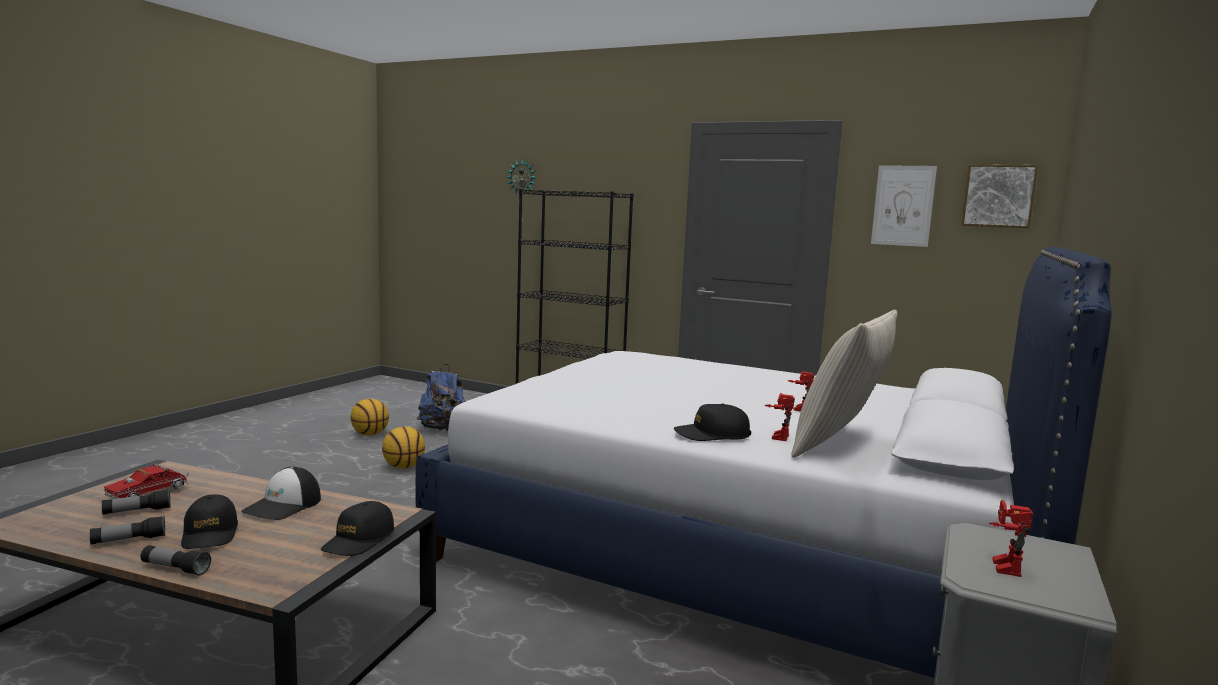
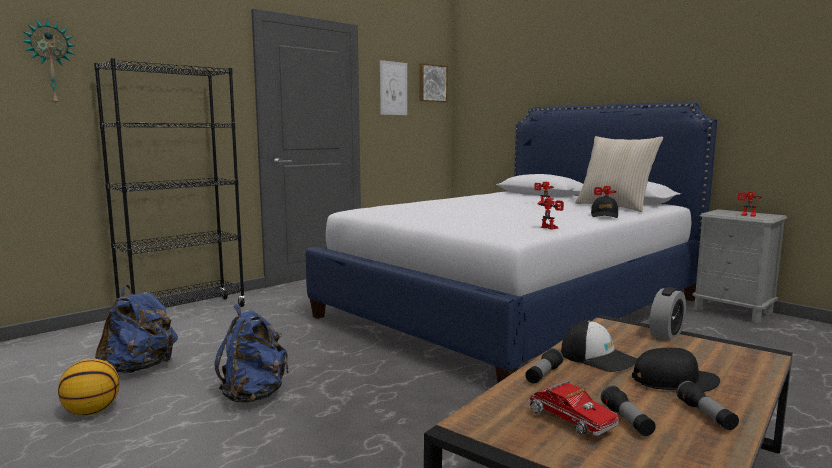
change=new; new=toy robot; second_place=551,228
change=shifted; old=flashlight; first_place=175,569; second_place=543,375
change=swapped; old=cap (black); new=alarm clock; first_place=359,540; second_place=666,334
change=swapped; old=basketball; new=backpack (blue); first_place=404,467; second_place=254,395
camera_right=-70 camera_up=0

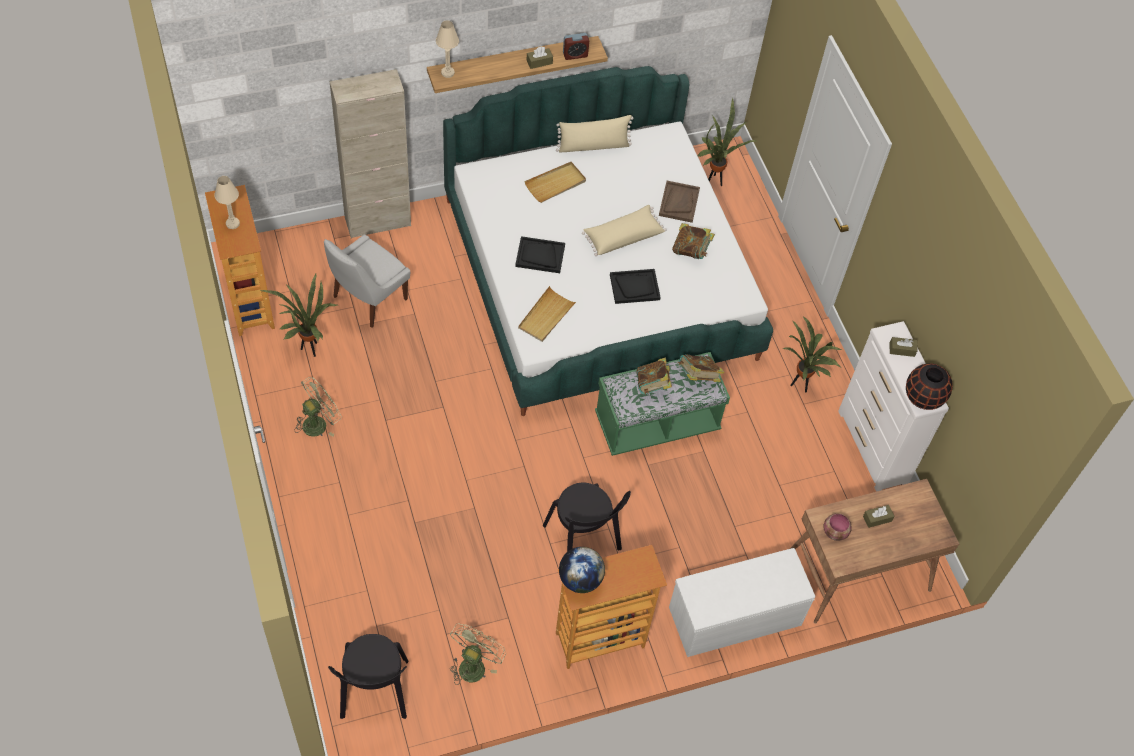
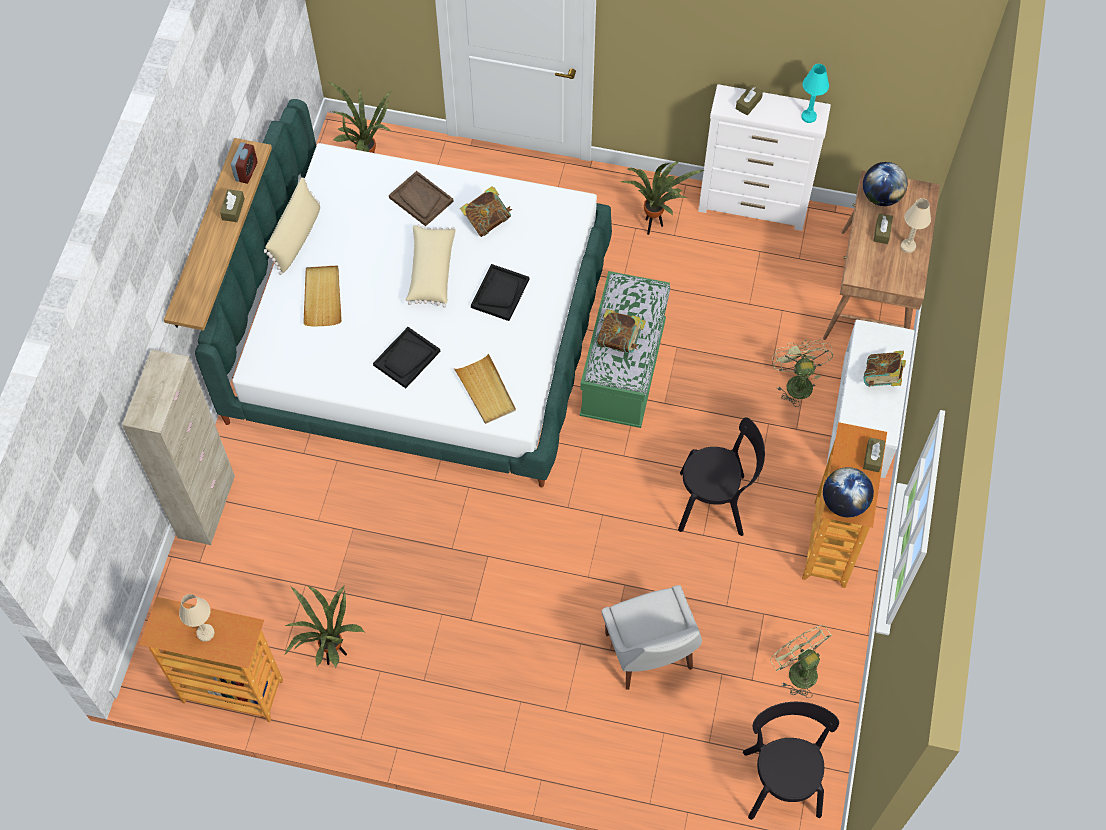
change=gone; old=bowl; first_place=835,533
change=new; new=globe; second_place=881,196
change=new; new=tissue box (brown); second_place=873,457
change=shifted; old=fan (green); first_place=318,422; second_place=796,382
change=shifted; old=chair (white); first_place=368,299; second_place=650,654
change=shifted; old=table lamp (beige); first_place=447,73; second_place=908,246
change=shifted; old=book; first_place=698,376; second_place=882,378
change=swapped; old=vase (black); new=table lamp (turquoise); first_place=923,397; second_place=808,117
change=rotated; old=chair (black); first_place=374,693; second_place=781,778; degrees=-120
camera_right=-55 camera_up=5

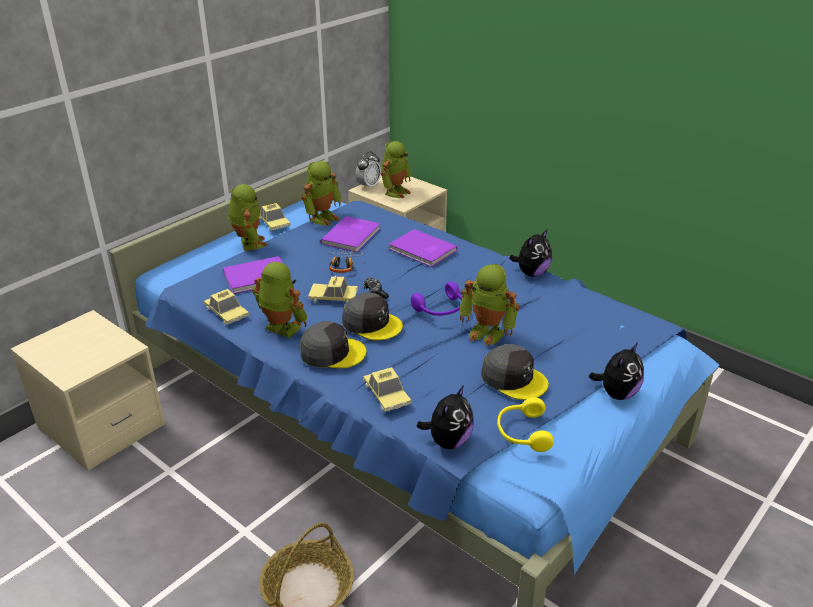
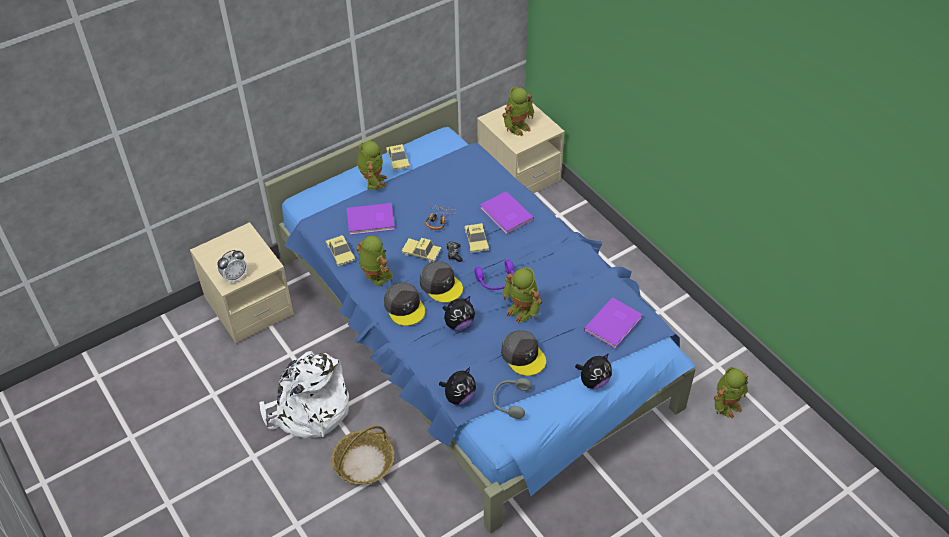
change=new; new=backpack (white); second_place=309,410
change=shifted; old=toy robot; first_place=322,218; second_place=726,404
change=shifted; old=book (purple); first_place=353,236; second_place=614,324
change=shifted; old=alarm clock; first_place=368,186; second_place=235,277
change=shifted; old=toy car; first_place=386,394; second_place=476,240
change=shifted; old=plush toy; first_place=531,273; second_place=458,324
change=repainted; old=headphones (yellow); new=headphones (grey); first_place=522,432; second_place=510,401
change=rotated; old=cap (grey); first_place=332,352; second_place=404,307; degrees=45
camera_right=15 camera_up=15

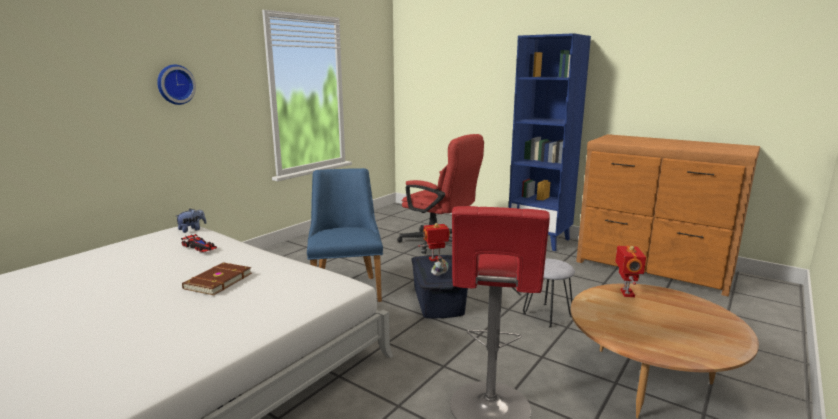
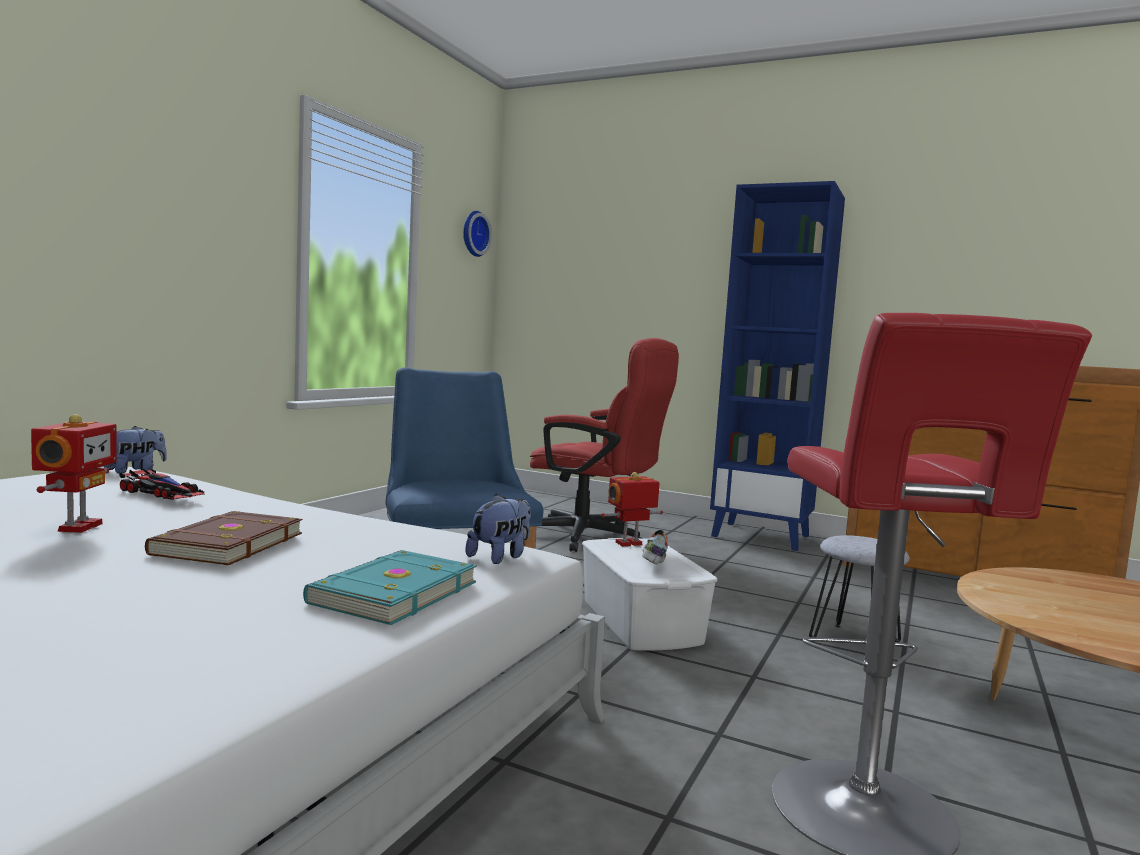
change=new; new=book (turquoise); second_place=391,592
change=new; new=plush toy; second_place=500,557
change=shifted; old=wall clock; first_place=175,84; second_place=473,233
change=shifted; old=toy robot; first_place=626,293; second_place=77,527
change=repainted; old=storage box (blue); new=storage box (white); first_place=437,300; second_place=640,622
camera_right=-10 camera_up=-10

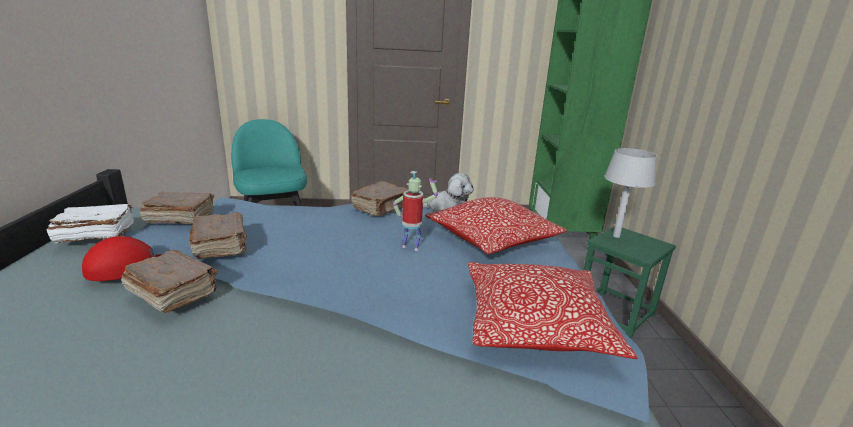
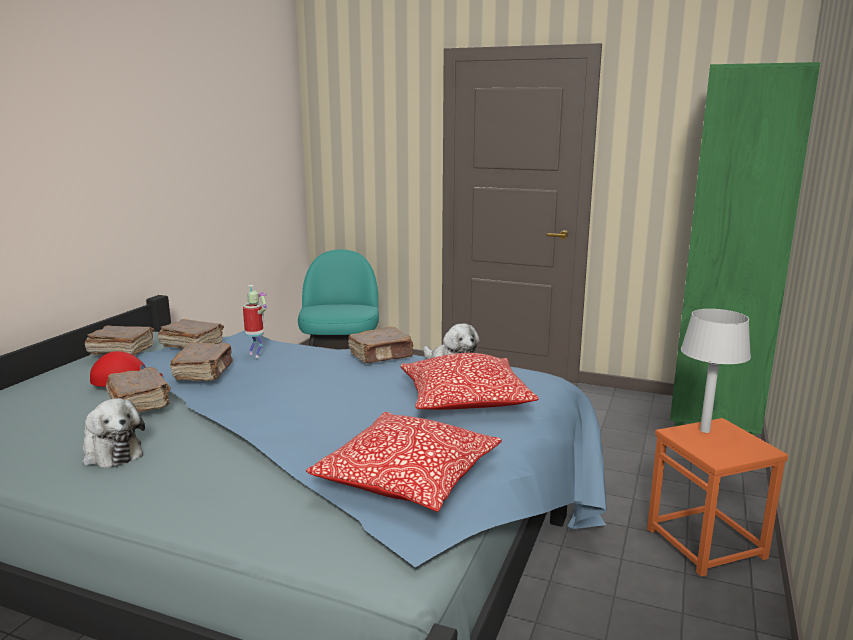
change=new; new=plush toy; second_place=110,452
change=shifted; old=toy robot; first_place=411,247; second_place=256,355
change=repainted; old=book (white); new=book (brown); first_place=95,234; second_place=121,351
change=repainted; old=stool (green); new=stool (orange); first_place=615,313; second_place=706,543
camera_right=25 camera_up=-5

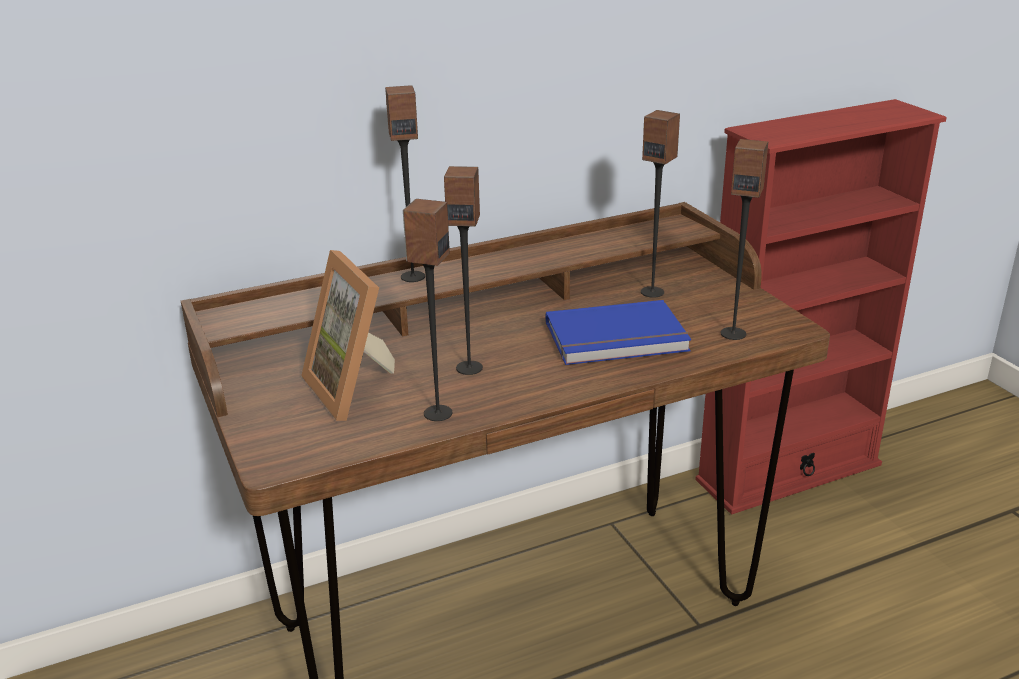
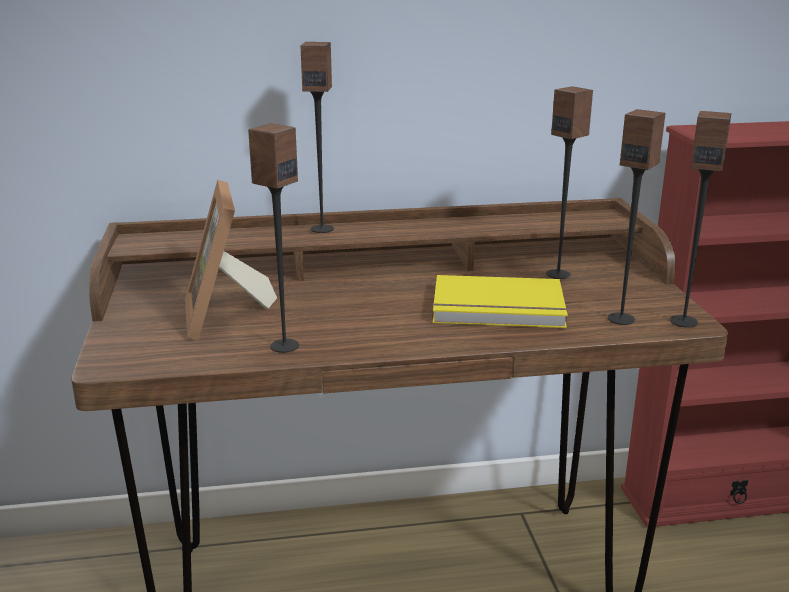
change=shifted; old=speaker; first_place=469,367; second_place=684,321
change=repainted; old=book (blue); new=book (yellow); first_place=617,339; second_place=499,308
camera_right=15 camera_up=-5

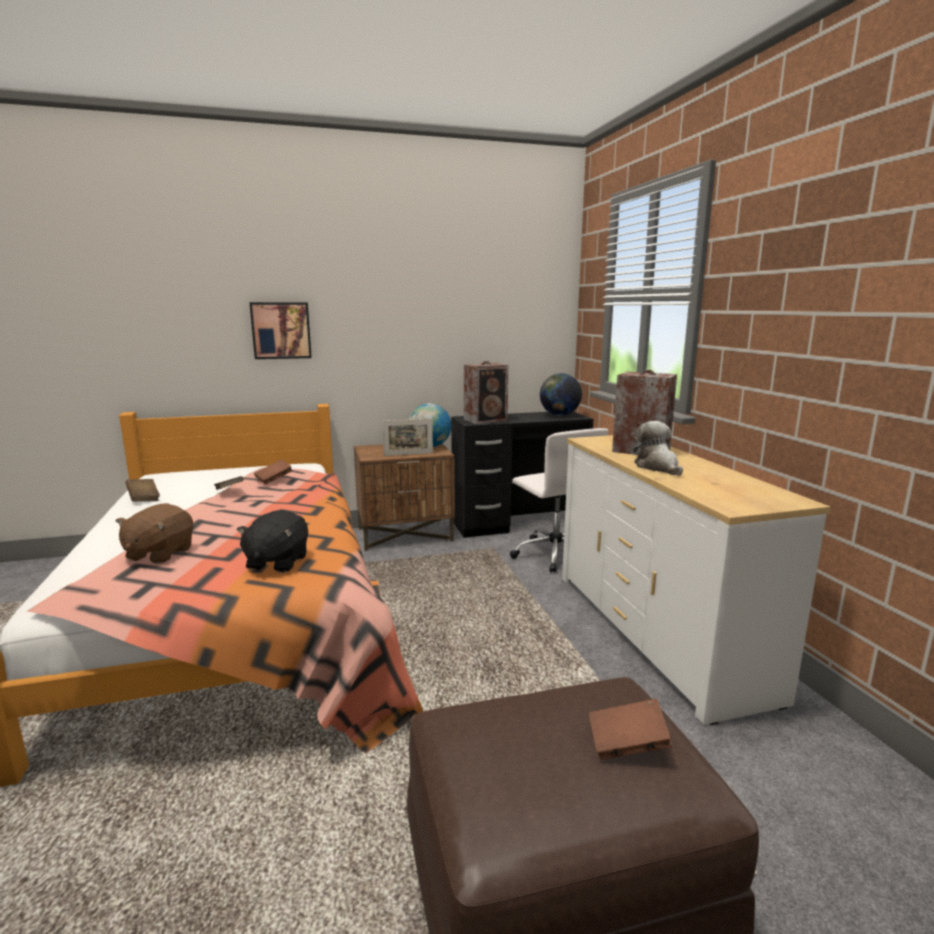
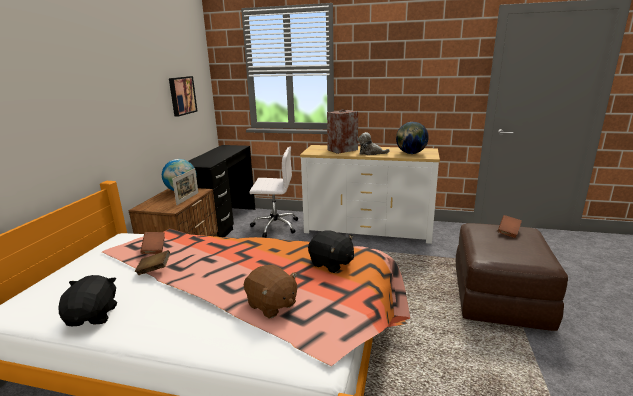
change=gone; old=speaker; first_place=486,420
change=shifted; old=picture; first_place=281,330; second_place=181,95
change=shifted; old=globe; first_place=559,415; second_place=411,153
change=swapped; old=book (brown); new=plush toy (black); first_place=144,499; second_place=94,316
camera_right=-60 camera_up=5

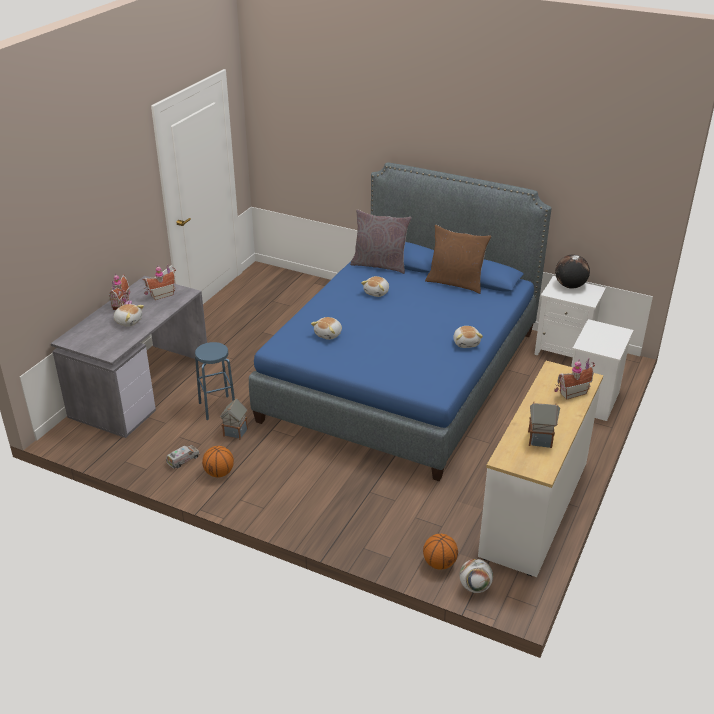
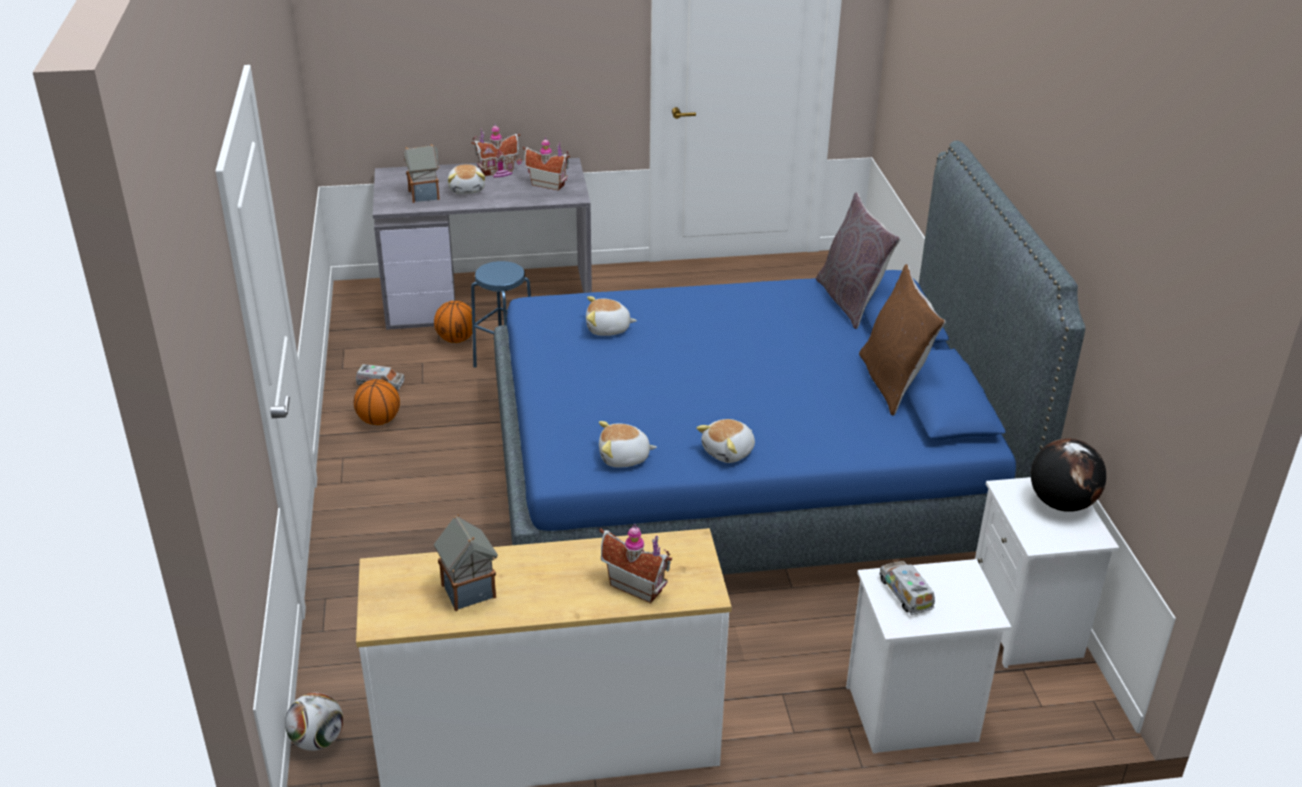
change=new; new=toy truck; second_place=905,594
change=shifted; old=toy house; first_place=235,432; second_place=425,195
change=shifted; old=plush toy; first_place=377,292; second_place=624,458
change=shifted; old=basketball; first_place=439,564; second_place=456,339
camera_right=55 camera_up=0

